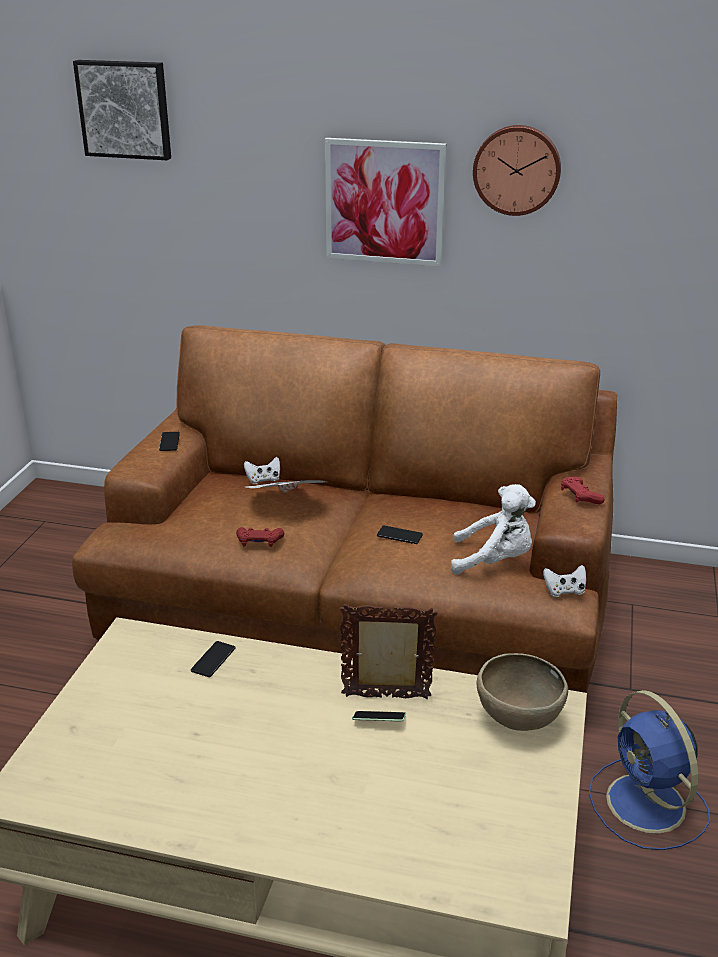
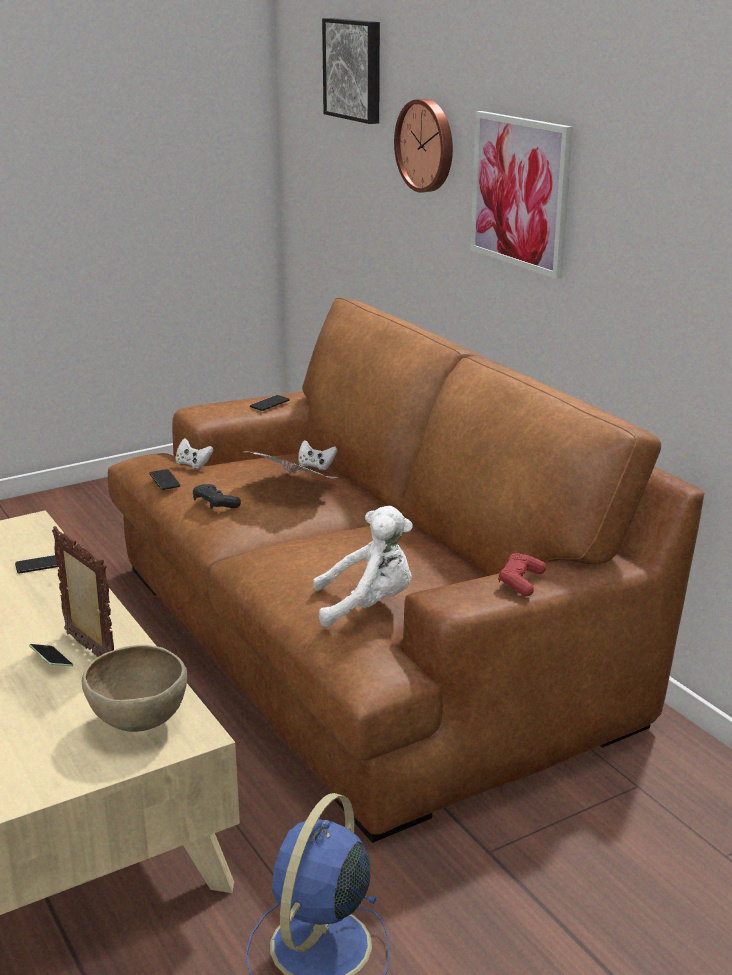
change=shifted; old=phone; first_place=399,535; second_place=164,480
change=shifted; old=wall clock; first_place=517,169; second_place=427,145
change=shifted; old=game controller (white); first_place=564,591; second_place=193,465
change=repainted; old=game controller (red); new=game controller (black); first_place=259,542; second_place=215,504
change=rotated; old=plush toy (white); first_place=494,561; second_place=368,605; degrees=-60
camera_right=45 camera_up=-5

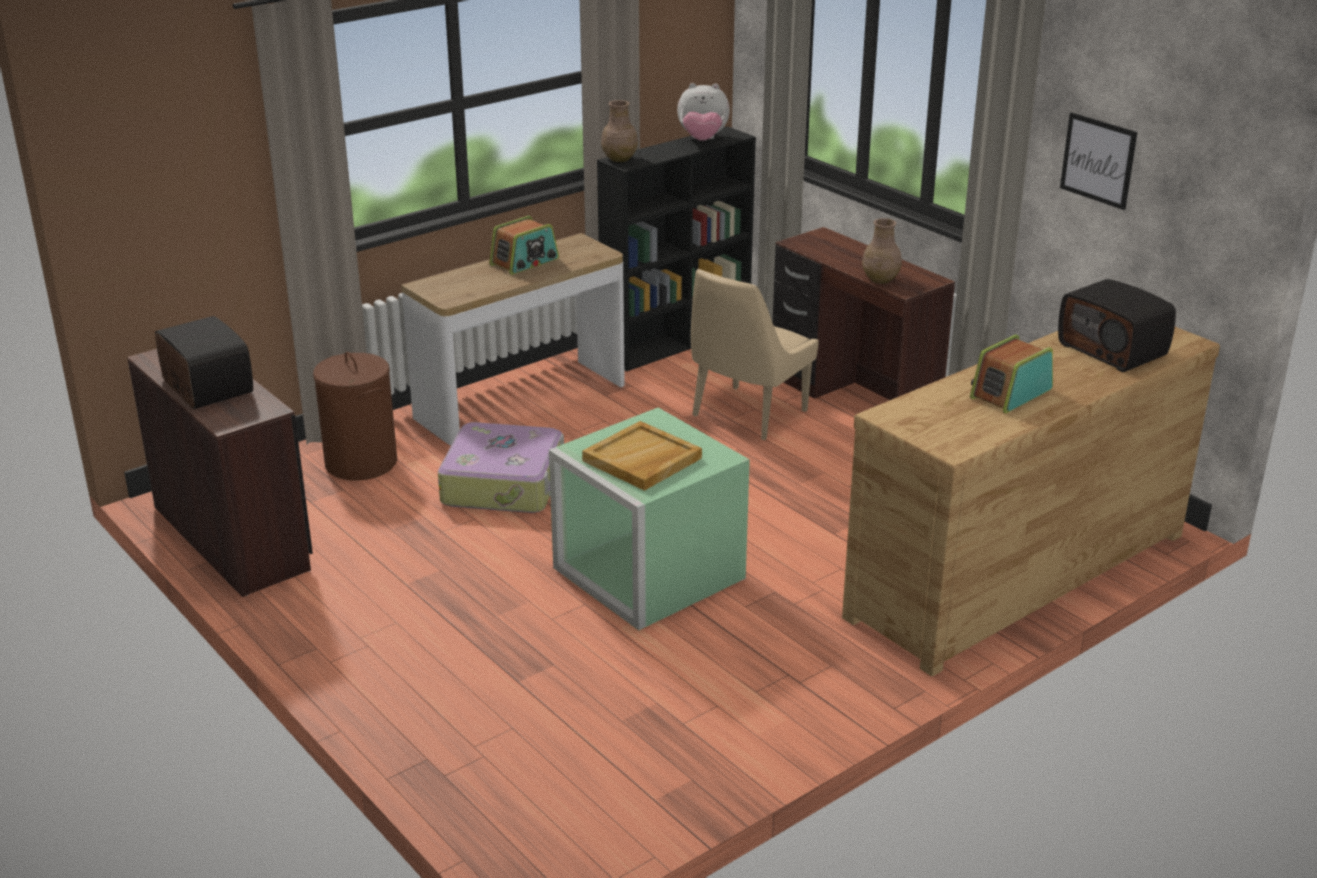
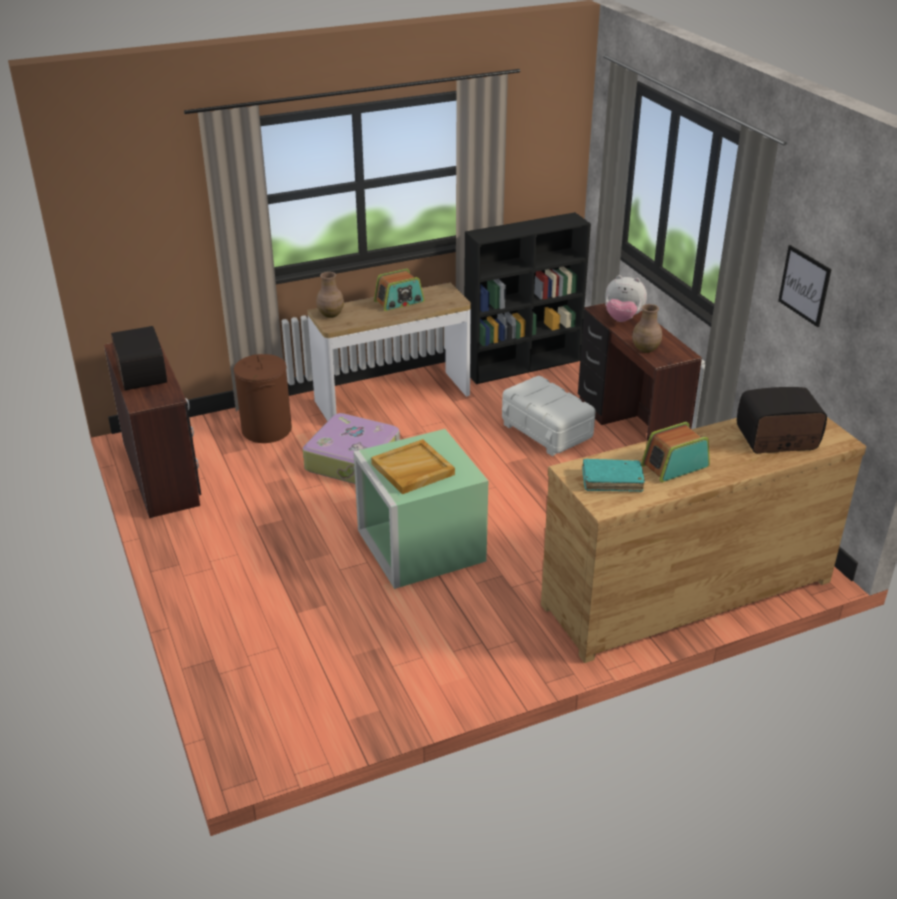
change=new; new=book (turquoise); second_place=612,480
change=shifted; old=vase (brown); first_place=619,159; second_place=330,314
change=shifted; old=plush toy; first_place=702,140; second_place=622,319
change=swapped; old=chair (beige); new=storage box (white); first_place=746,415; second_place=546,431
change=rotated; old=radio; first_place=1113,350; second_place=776,439; degrees=105
camera_right=15 camera_up=5

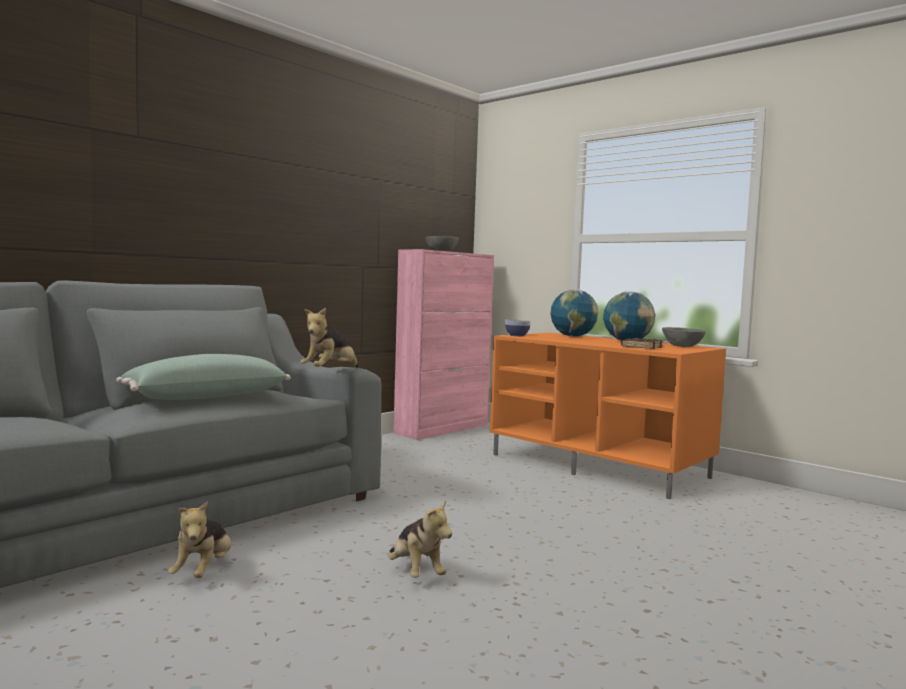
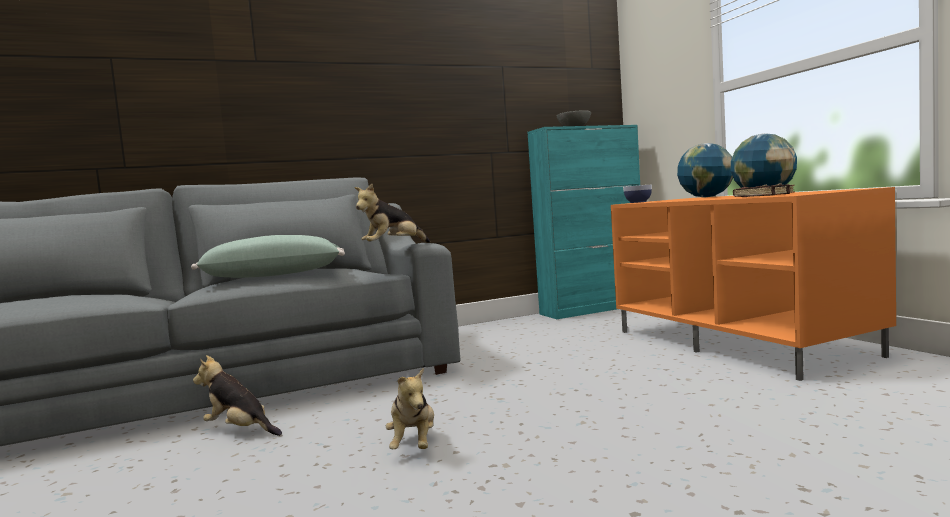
change=gone; old=bowl (grey); first_place=682,346
change=repainted; old=cabinet (pink); new=cabinet (turquoise); first_place=443,429; second_place=594,309
change=rotated; old=plush toy; first_place=203,571; second_place=240,430; degrees=90
camera_right=25 camera_up=0

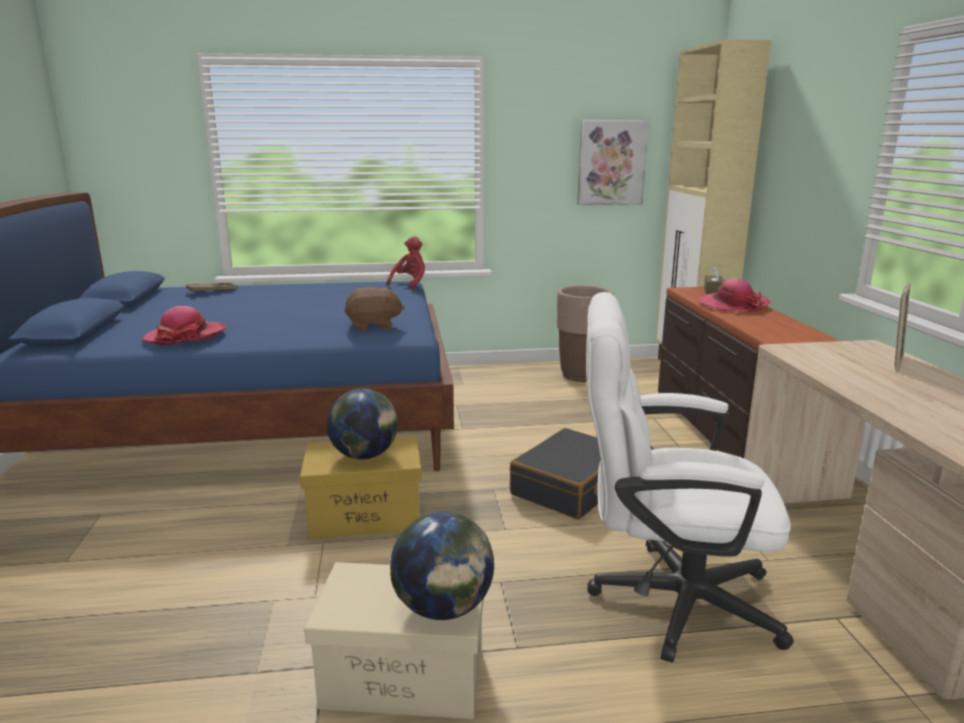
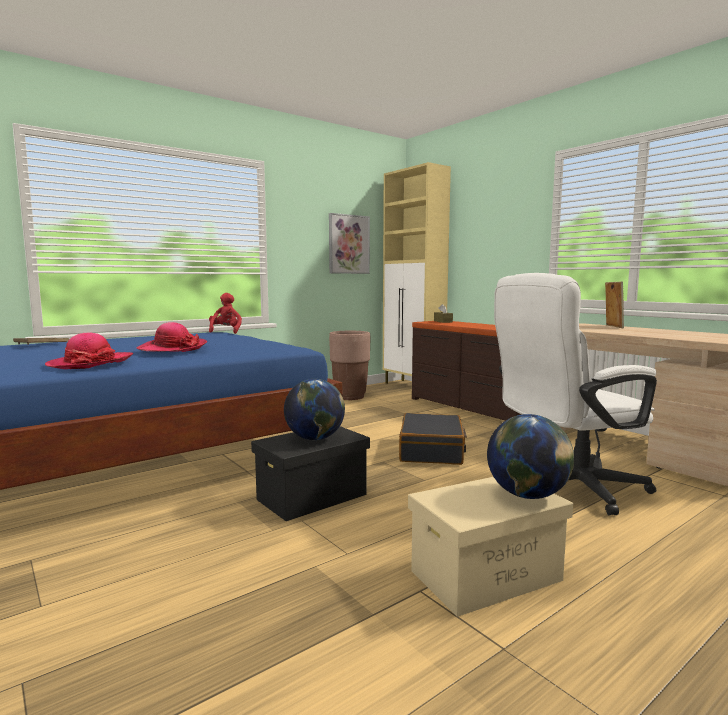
change=gone; old=plush toy (brown); first_place=374,326
change=shifted; old=hat; first_place=733,305; second_place=172,348
change=repainted; old=storage box (yellow); new=storage box (black); first_place=366,515; second_place=312,496
camera_right=-30 camera_up=-10

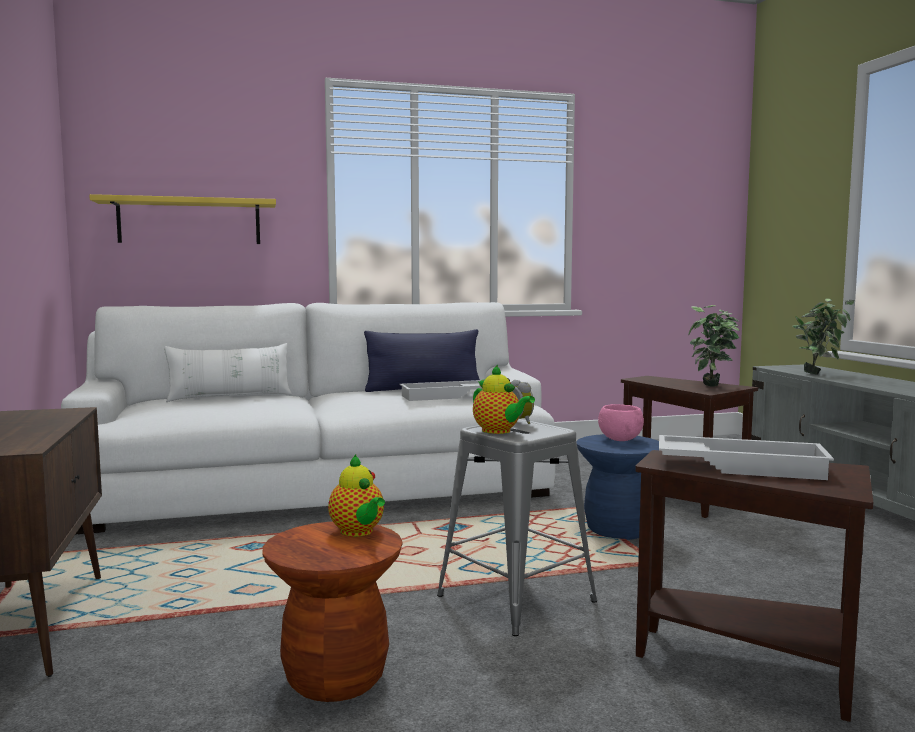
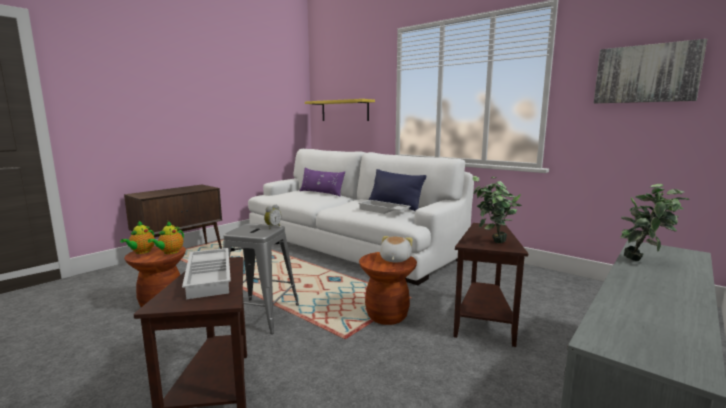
change=new; new=picture; second_place=646,74
change=shifted; old=teapot; first_place=499,431; second_place=141,252
change=swapped; old=bowl (pink); new=plush toy; first_place=620,440; second_place=394,259
change=repainted; old=pillow (white); new=pillow (purple); first_place=230,397; second_place=321,193
change=repainted; old=stool (blue); new=stool (brown); first_place=617,530; second_place=387,316
camera_right=55 camera_up=5

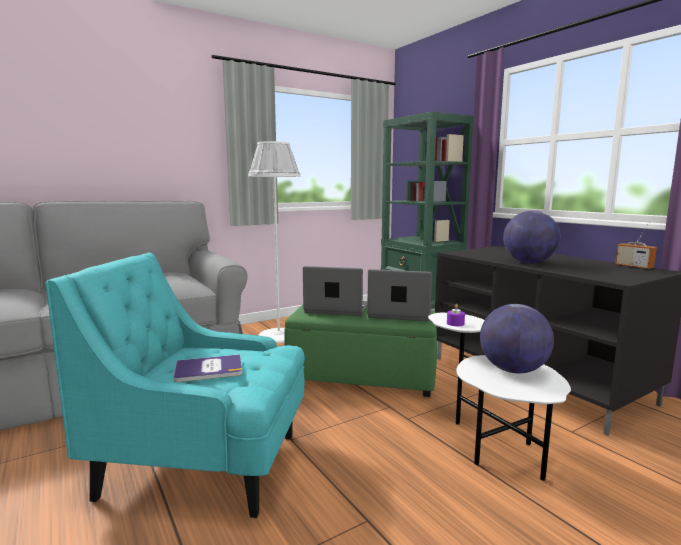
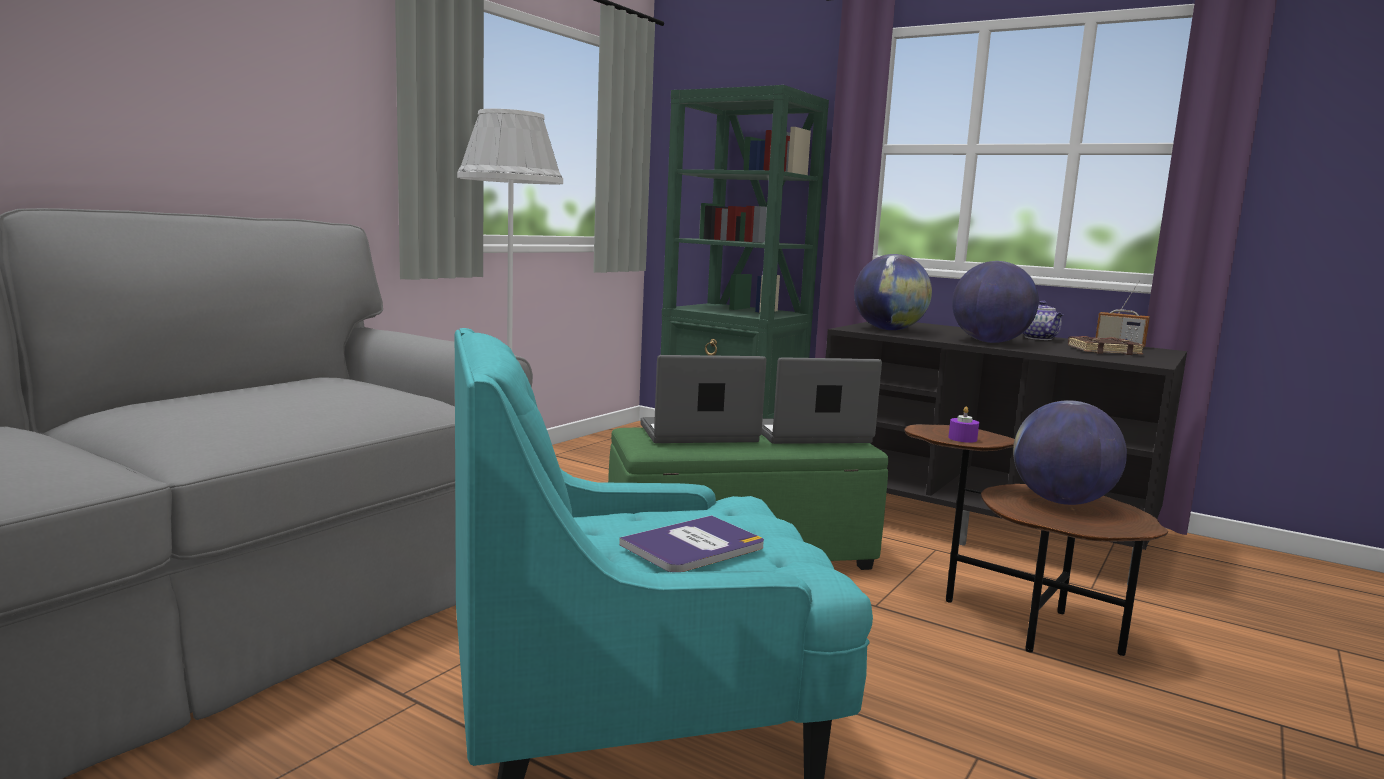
change=new; new=globe; second_place=889,330
change=new; new=teapot; second_place=1039,338
change=new; new=book (brown); second_place=1104,351
change=repainted; old=side table (white); new=side table (brown); first_place=490,445; second_place=1019,623
camera_right=-25 camera_up=0

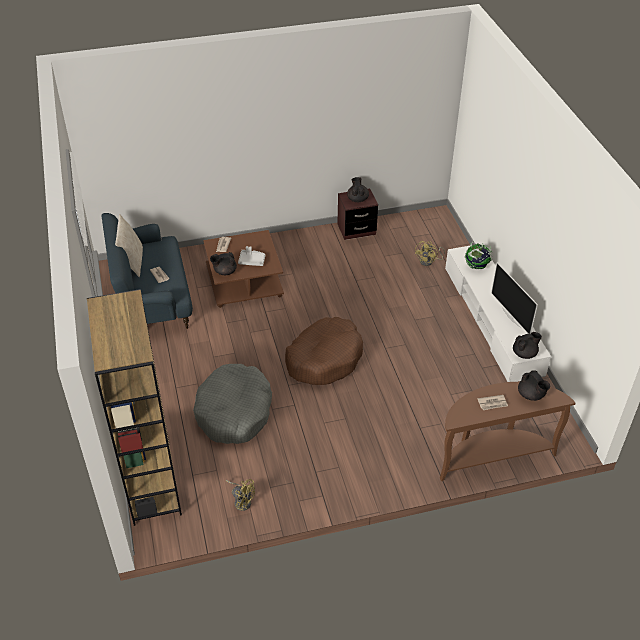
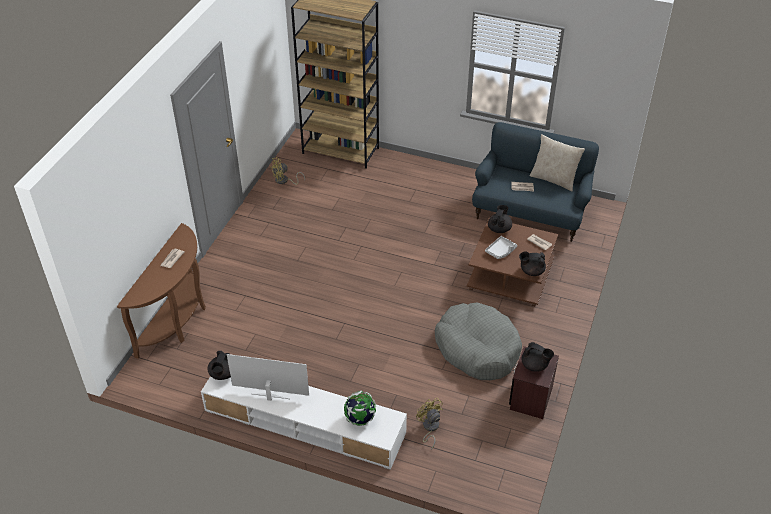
change=gone; old=dog bed (brown); first_place=324,359
change=shifted; old=dog bed (grey); first_place=234,412; second_place=477,348
change=shifted; old=teapot (black); first_place=531,395; second_place=531,271
camera_right=125 camera_up=0

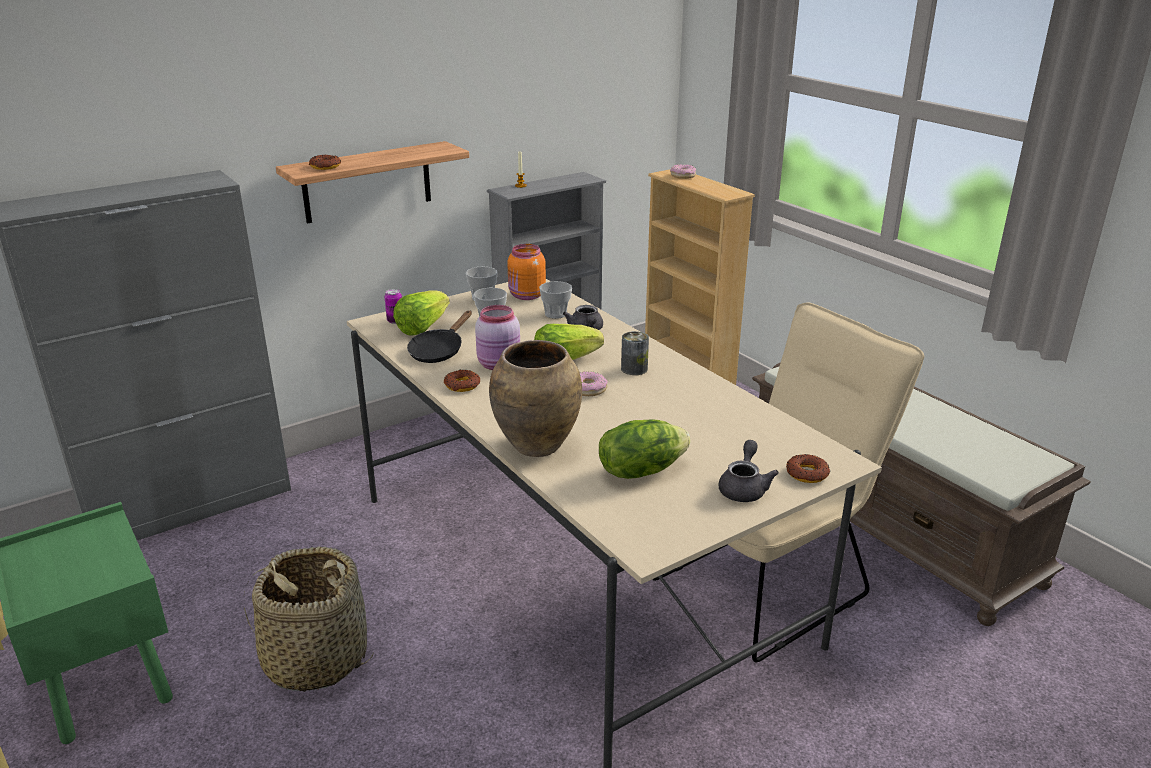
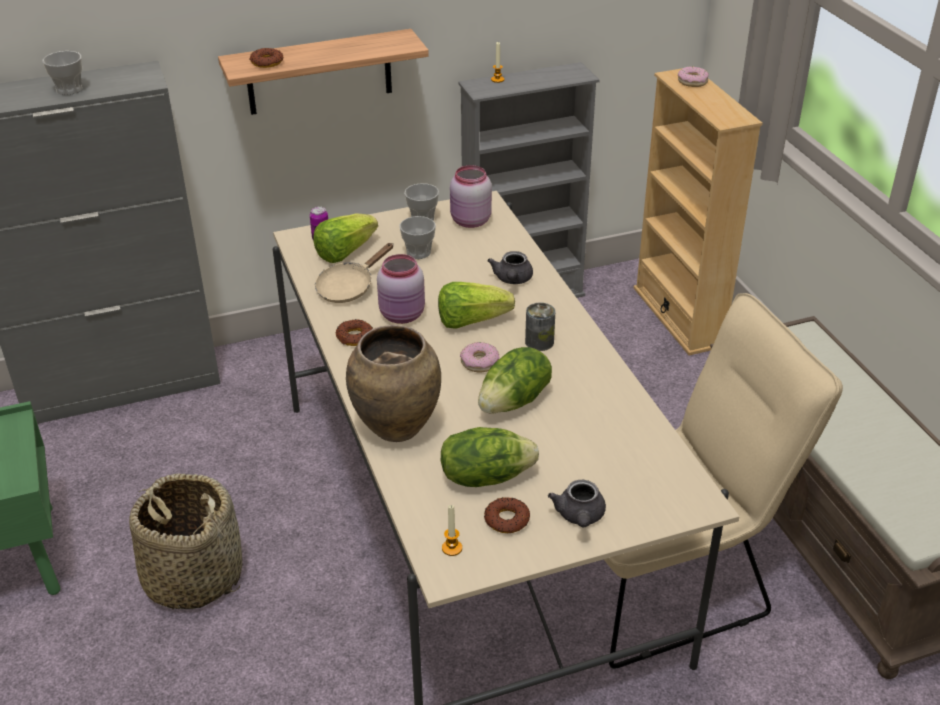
change=new; new=candle; second_place=452,548
change=new; new=lettuce; second_place=515,401
change=shifted; old=cup; first_place=556,314; second_place=69,89
change=shifted; old=donut; first_place=806,473; second_place=506,519
change=repainted; old=frying pan (black); new=frying pan (beige); first_place=439,351; second_place=349,287
change=repainted; old=jar (orange); new=jar (pink); first_place=526,296; second_place=470,221
change=rotated; old=teapot (grey); first_place=744,488; second_place=579,517; degrees=150
camera_right=15 camera_up=10

